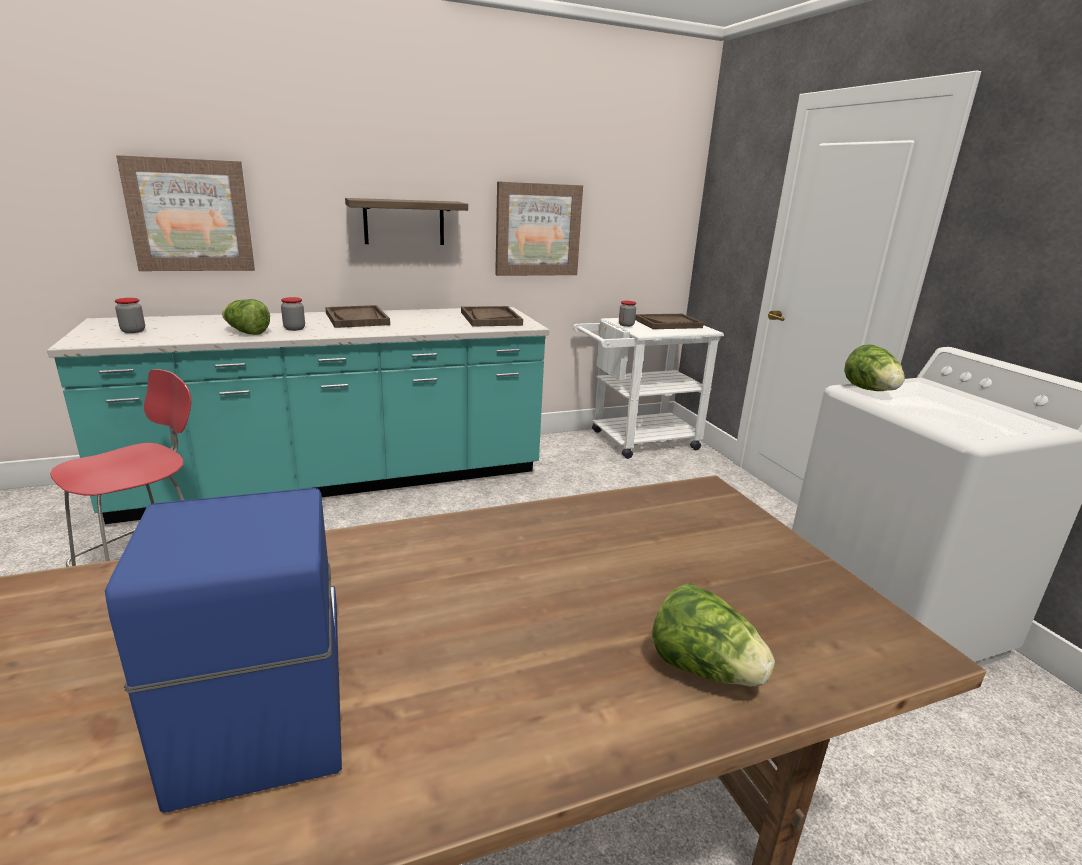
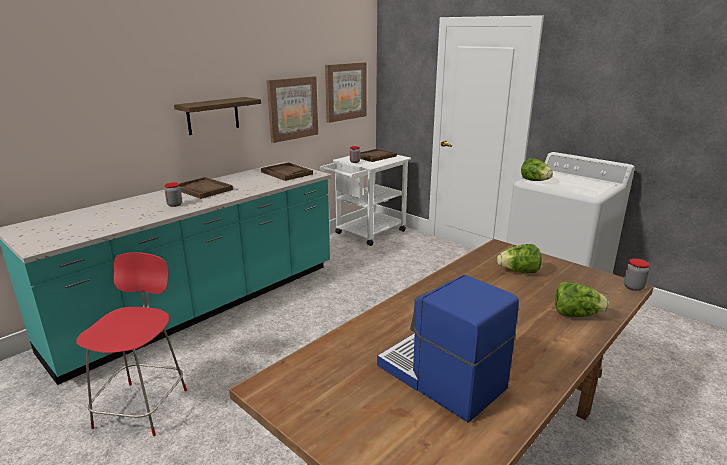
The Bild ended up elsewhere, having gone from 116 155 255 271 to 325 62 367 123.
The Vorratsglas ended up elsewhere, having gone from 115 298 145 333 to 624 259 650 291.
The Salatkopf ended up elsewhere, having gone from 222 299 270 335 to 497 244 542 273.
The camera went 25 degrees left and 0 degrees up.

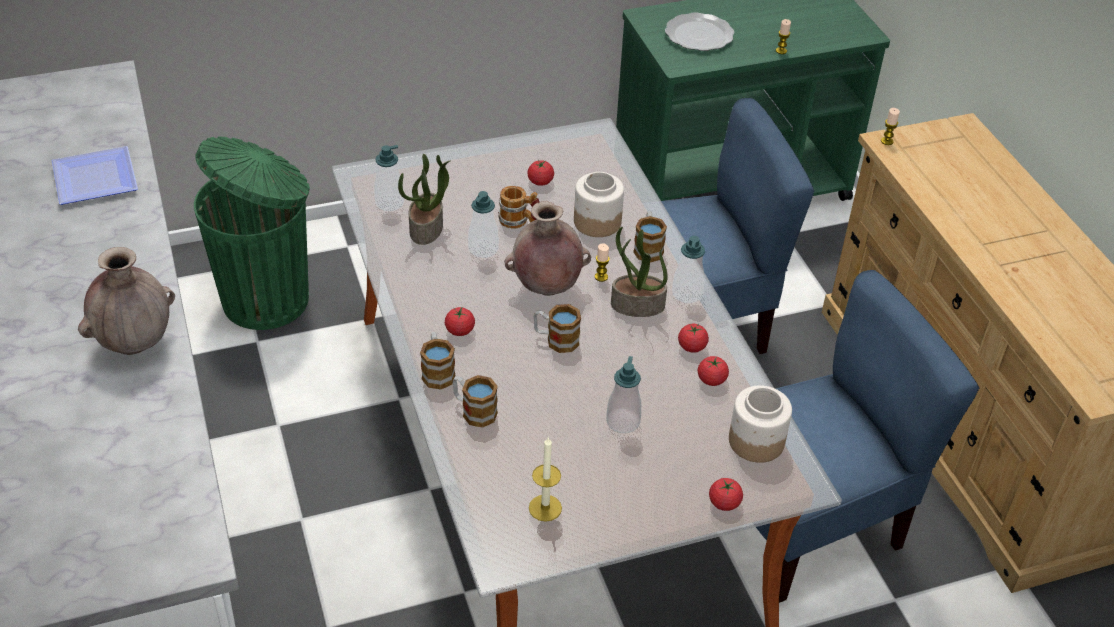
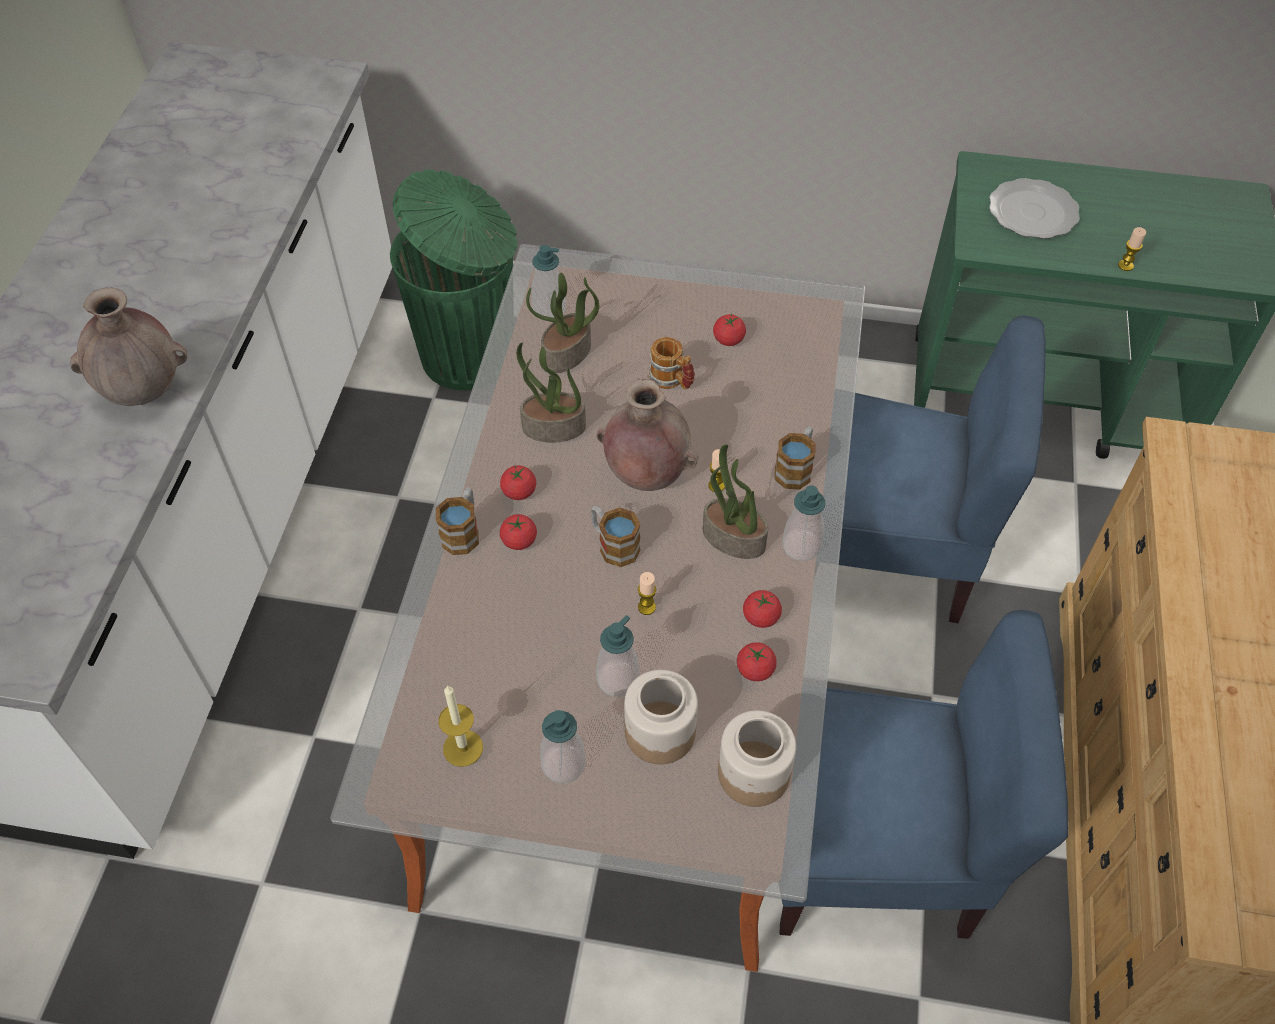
The Kerze ended up elsewhere, having gone from 881 108 900 145 to 638 572 656 615.
The second view lost the Teller at 51 146 138 205.
The Vorratsglas ended up elsewhere, having gone from 574 172 624 237 to 624 670 698 764.
The Seifenspender ended up elsewhere, having gone from 468 191 499 258 to 540 710 585 783.
The second view lost the Henkelbecher at 453 375 498 428.
The Tomate ended up elsewhere, having gone from 709 478 743 511 to 500 514 537 550.
The second view gained the Topfpflanze at 516 343 586 443.
The camera went 30 degrees right and 10 degrees up.

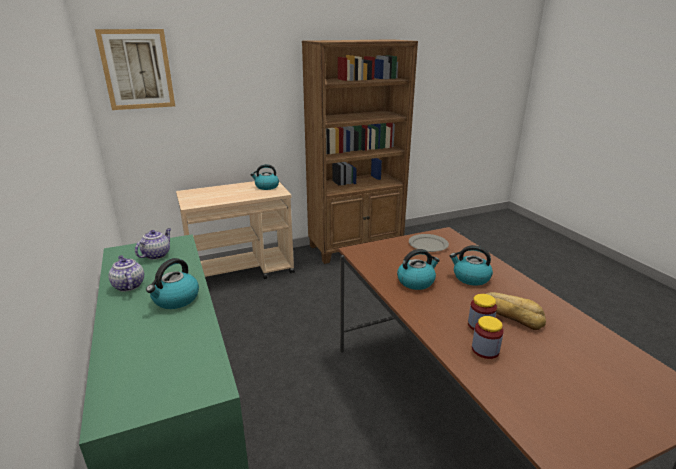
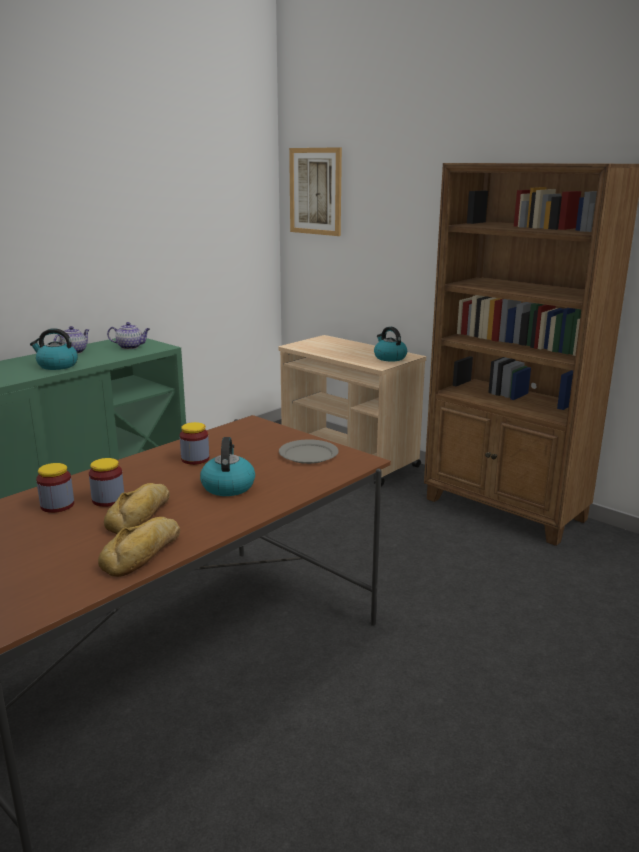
Where the Wasserkessel stood at 397 249 440 290, the Vorratsglas came to stand at 180 422 209 465.
The second view gained the Brot at 98 517 180 577.
The camera went 65 degrees right and 5 degrees down.

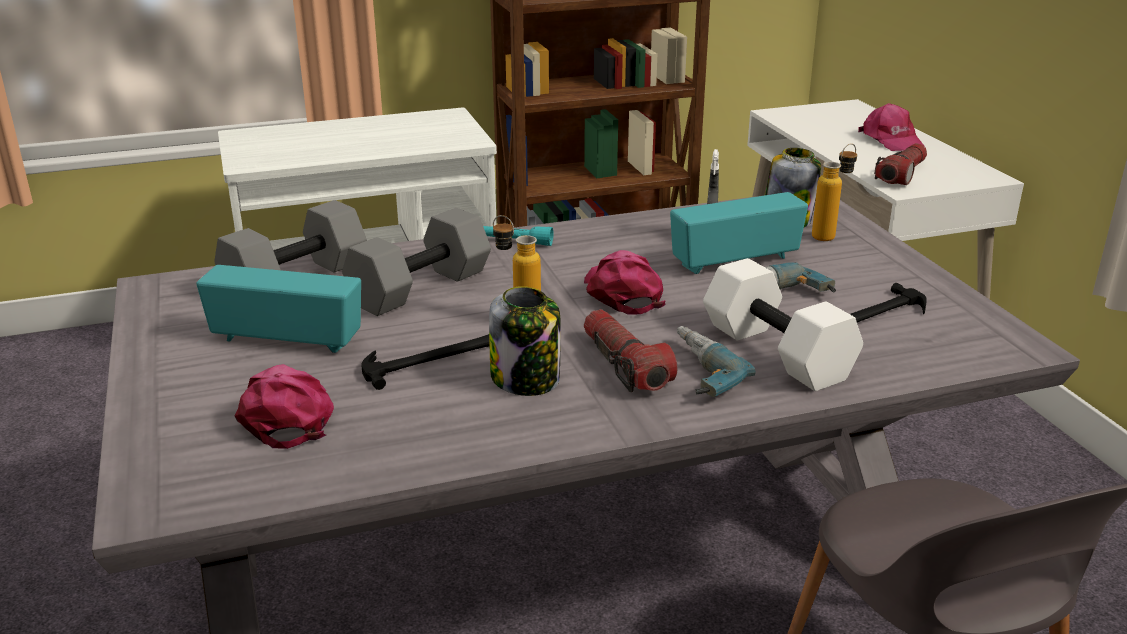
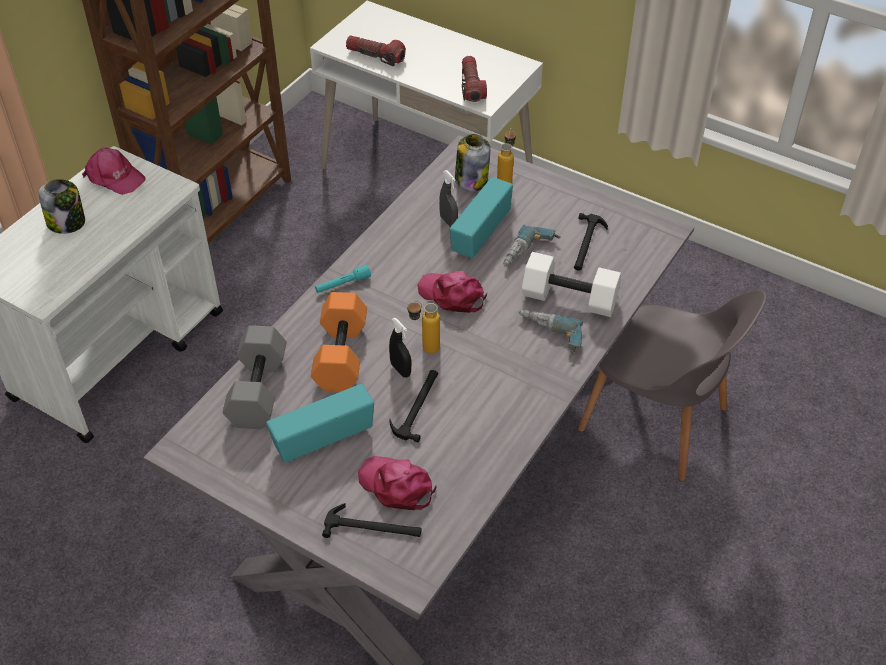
The Kappe/rosa ended up elsewhere, having gone from 858 103 925 151 to 82 148 145 195.
What was the Hantel/grau at 342 208 491 316 turned into the Hantel/orange at 311 292 367 392.
The Vorratsglas ended up elsewhere, having gone from 489 286 561 396 to 39 179 85 234.
The Taschenlampe ended up elsewhere, having gone from 584 309 677 392 to 346 35 406 66.
The second view gained the Sprühflasche/schwarz at 389 318 411 377.
The second view gained the Hammer at 322 503 422 538.
The camera went 40 degrees left and 20 degrees up.

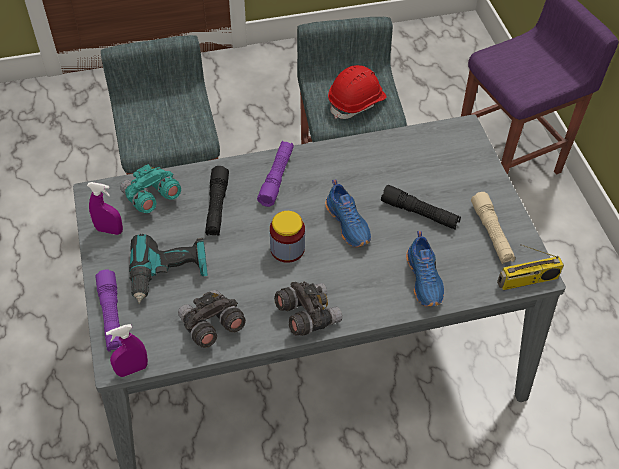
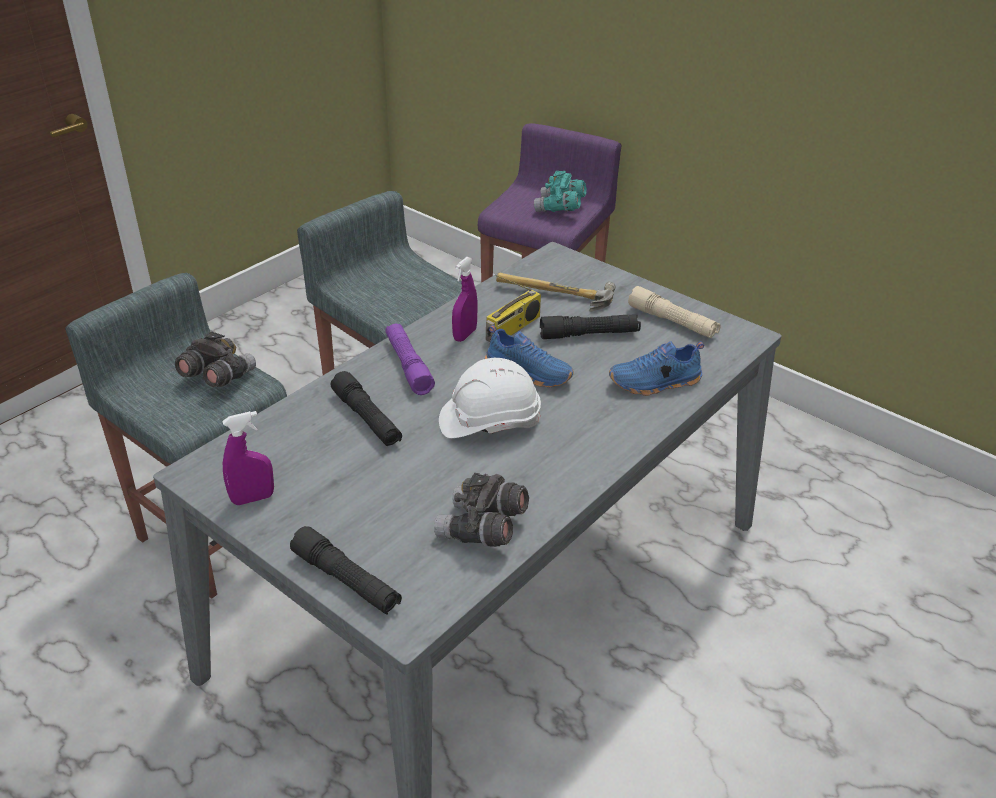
The second view lost the Schutzhelm/rot at 328 65 387 119.
The Fernglas/türkis ended up elsewhere, having gone from 120 164 181 213 to 534 170 587 212.
Where the Vorratsglas stood at 270 211 305 263, the Schutzhelm/weiß came to stand at 439 358 541 438.
The Schuh/blau at 406 231 444 307 ended up facing another way, 120 degrees clockwise from before.
The second view lost the Bohrmaschine at 129 234 208 304.
The Radio ended up elsewhere, having gone from 497 244 564 290 to 486 275 541 342.
What was the Taschenlampe/lila at 95 270 122 352 turned into the Taschenlampe/schwarz at 290 526 402 615.
The Fernglas/grau ended up elsewhere, having gone from 274 282 342 336 to 175 331 256 387.
The Sprühflasche/lila ended up elsewhere, having gone from 106 324 148 377 to 452 257 477 342.
The second view gained the Hammer at 496 272 616 312.
The camera went 35 degrees left and 15 degrees down.

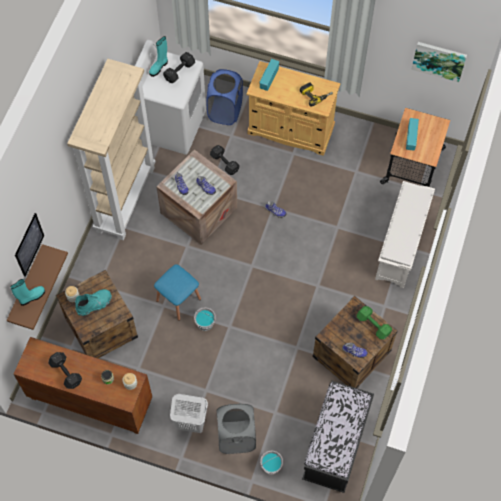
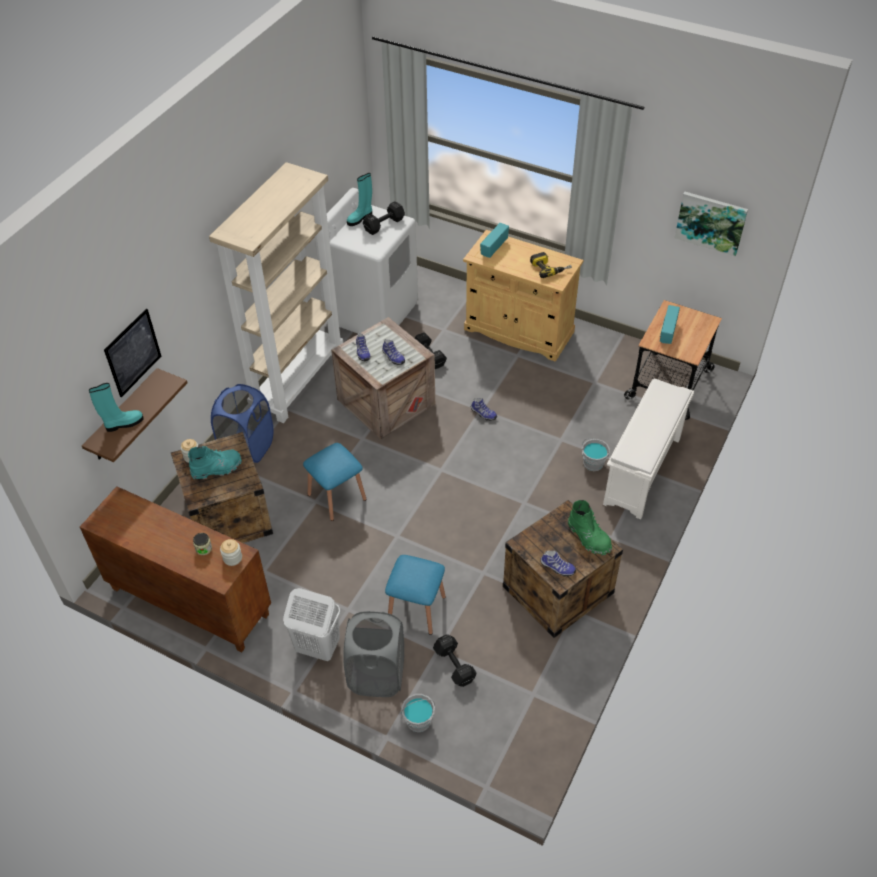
The Wäschekorb/blau ended up elsewhere, having gone from 206 69 243 125 to 211 384 274 463.
Where the Hantel/grün stood at 357 306 392 339, the Stiefel/grün came to stand at 568 500 612 555.
The Eimer/grau ended up elsewhere, having gone from 194 307 215 331 to 582 438 610 471.
The Hantel/schwarz ended up elsewhere, having gone from 48 352 82 389 to 433 634 477 687.
The second view lost the Bank/schwarz at 302 381 374 493.
The second view gained the Hocker/blau at 385 555 446 635.
The camera went 10 degrees right and 15 degrees down.

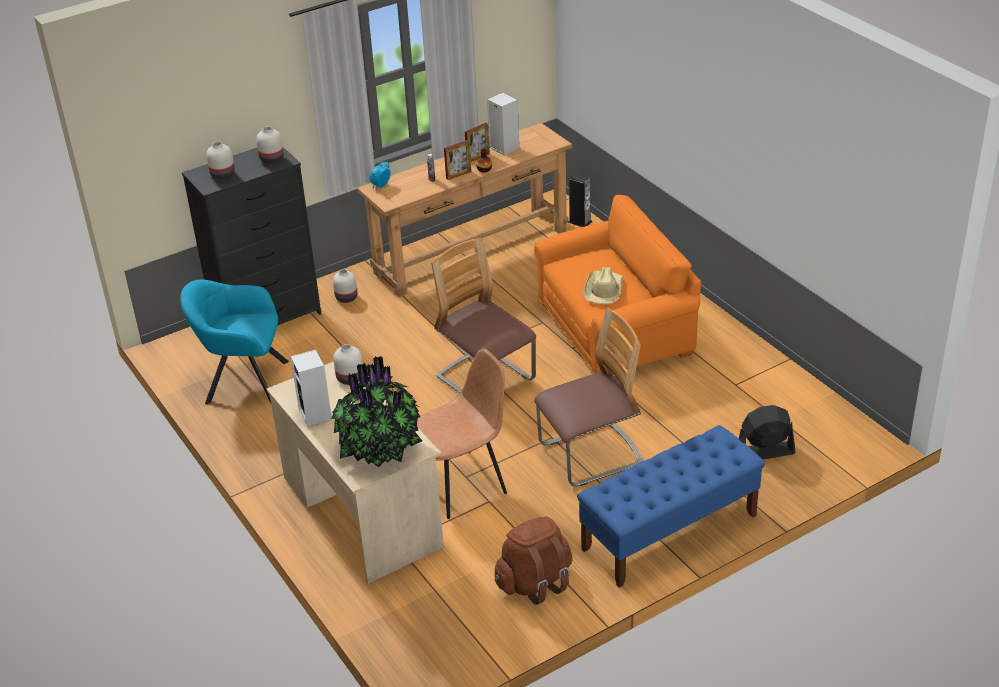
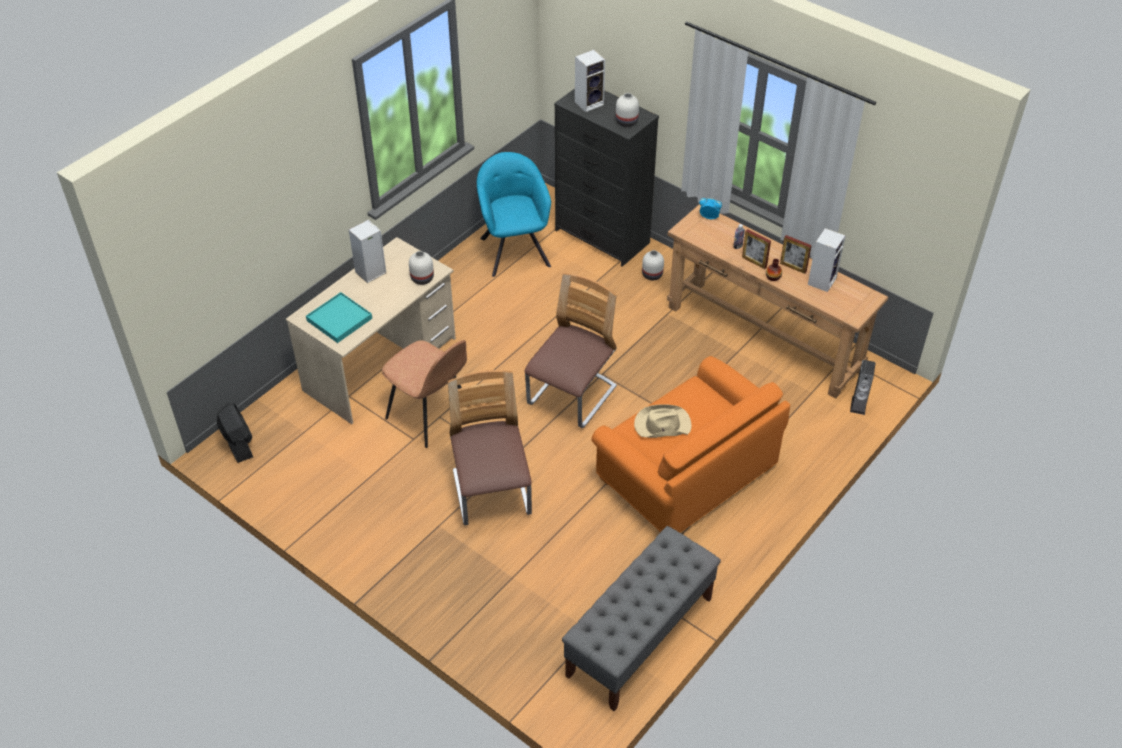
Where the Vase/weiß stood at 206 141 235 180, the Lautsprecher came to stand at 575 50 605 112.
The Stuhl at 534 307 643 487 ended up facing another way, 150 degrees counterclockwise from before.
Where the Topfpflanze stood at 331 356 422 467, the Tablett/türkis came to stand at 306 292 372 343.
The Ventilator/schwarz ended up elsewhere, having gone from 739 405 795 459 to 217 403 253 463.
The second view lost the Bank/blau at 577 425 765 588.
The second view lost the Rucksack/braun at 495 516 573 605.
The second view gained the Bank/grau at 562 526 721 711.
The camera went 70 degrees right and 10 degrees up.

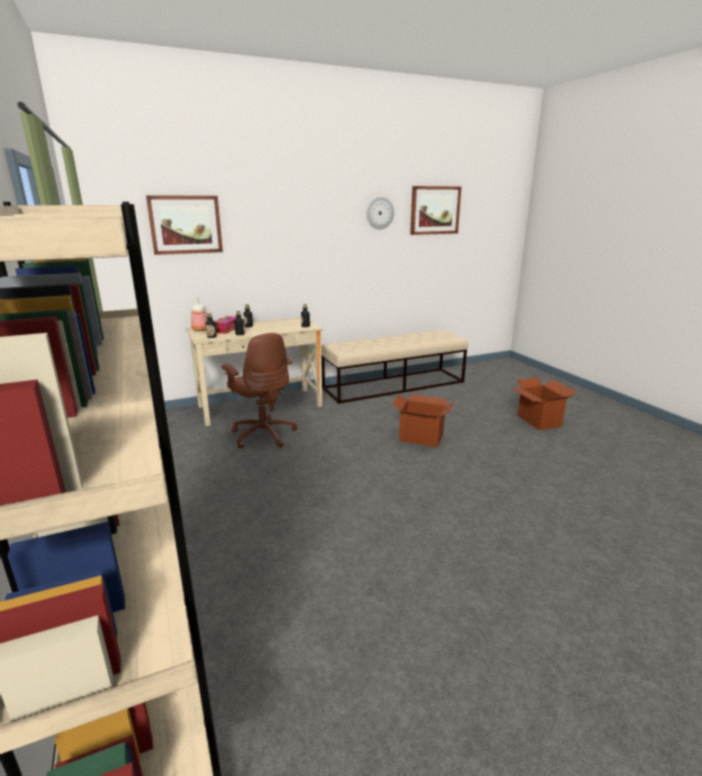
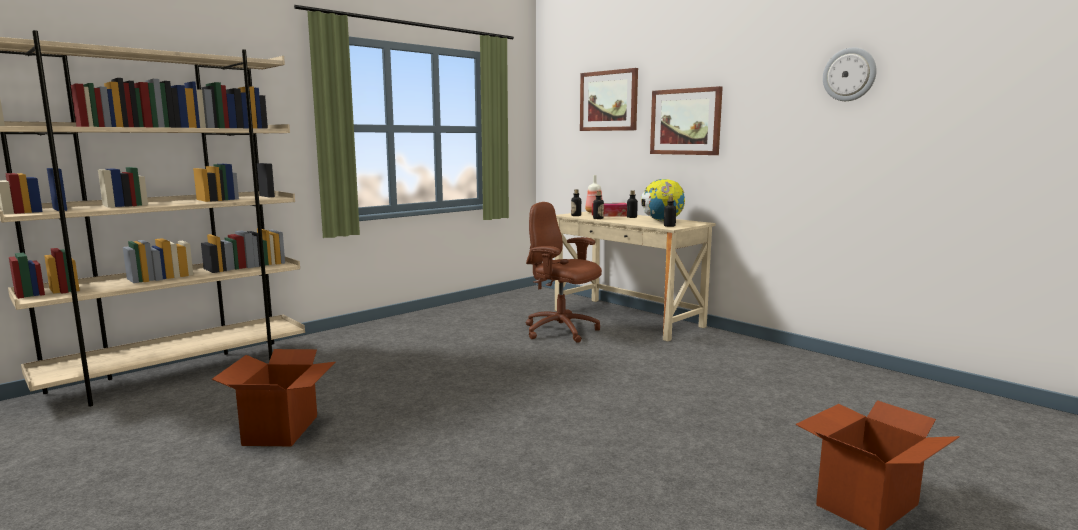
The Bild ended up elsewhere, having gone from 410 186 461 235 to 650 86 723 155.
The second view lost the Bank/beige at 321 330 468 404.
The Bürostuhl/braun at 222 333 297 449 ended up facing another way, 90 degrees clockwise from before.
The Karton ended up elsewhere, having gone from 392 394 454 448 to 212 349 335 446.
The second view gained the Globus at 641 179 685 222.
The camera went 70 degrees right and 10 degrees down.

